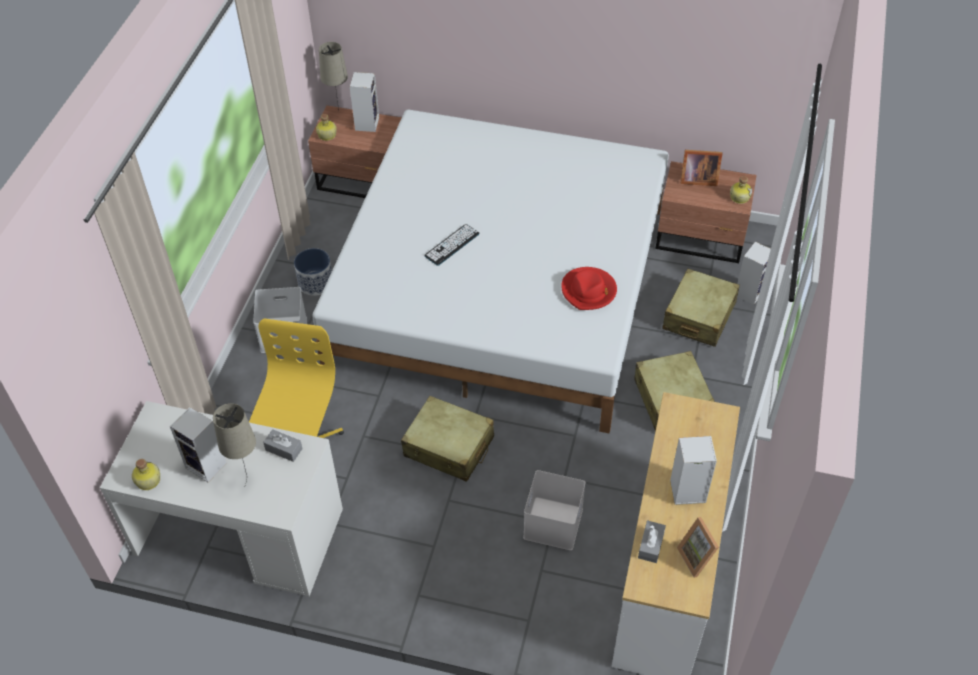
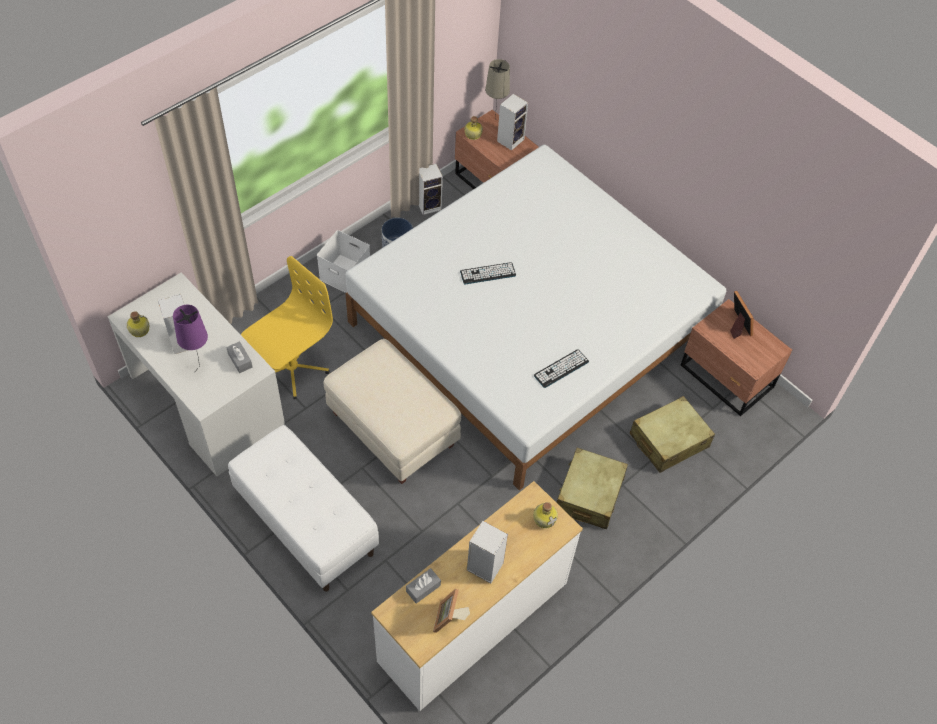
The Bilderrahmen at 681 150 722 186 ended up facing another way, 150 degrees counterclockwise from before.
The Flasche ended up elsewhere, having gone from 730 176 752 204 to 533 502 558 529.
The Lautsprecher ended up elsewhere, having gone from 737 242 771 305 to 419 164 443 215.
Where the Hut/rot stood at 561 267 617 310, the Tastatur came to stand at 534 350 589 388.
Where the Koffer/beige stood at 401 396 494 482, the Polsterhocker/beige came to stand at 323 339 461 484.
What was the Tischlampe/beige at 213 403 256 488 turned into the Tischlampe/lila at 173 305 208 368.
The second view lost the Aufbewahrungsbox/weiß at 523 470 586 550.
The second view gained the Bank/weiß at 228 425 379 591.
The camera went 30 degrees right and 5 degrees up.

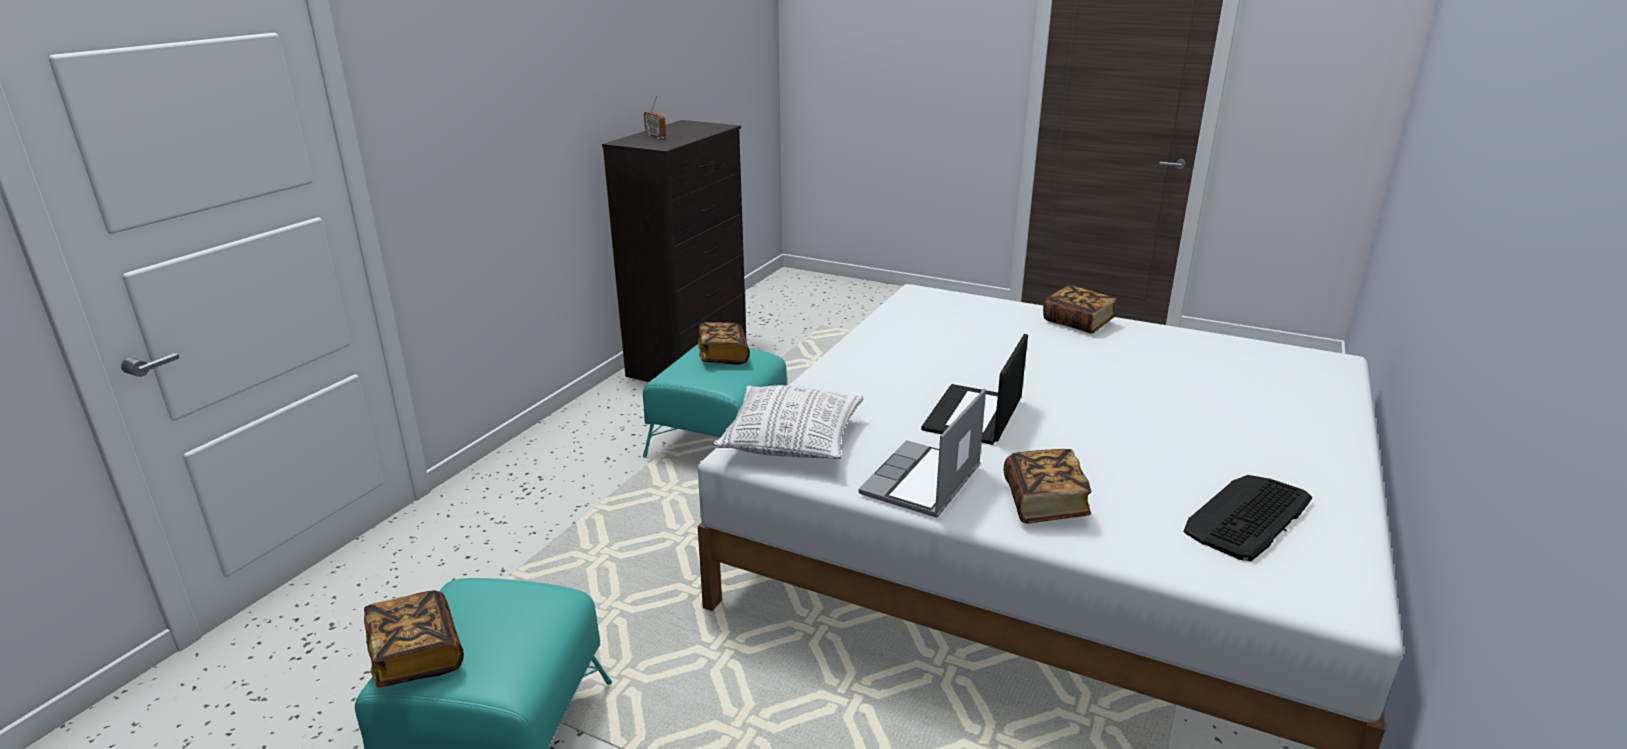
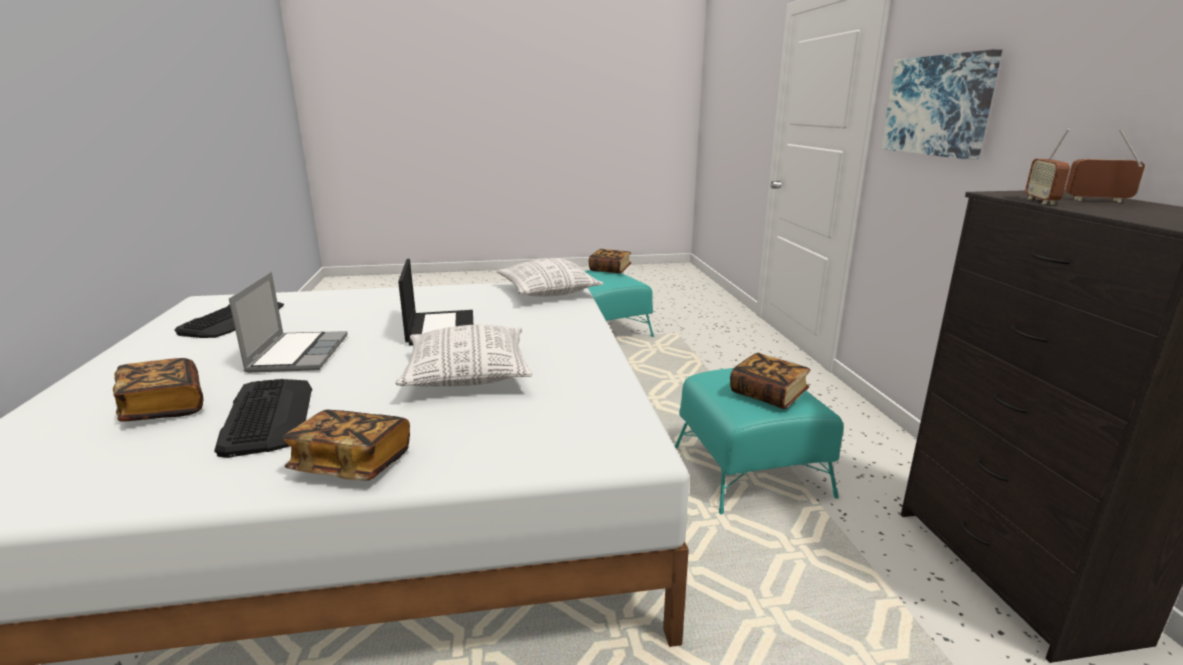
The Laptop ended up elsewhere, having gone from 858 388 986 518 to 229 272 348 373.
The Buch ended up elsewhere, having gone from 1004 449 1092 524 to 113 358 203 422.
The second view gained the Bild at 881 49 1002 160.
The second view gained the Radio at 1025 129 1070 205.
The second view gained the Kissen at 396 325 533 387.
The second view gained the Tastatur at 214 379 312 458.
The camera went 145 degrees right and 5 degrees down.

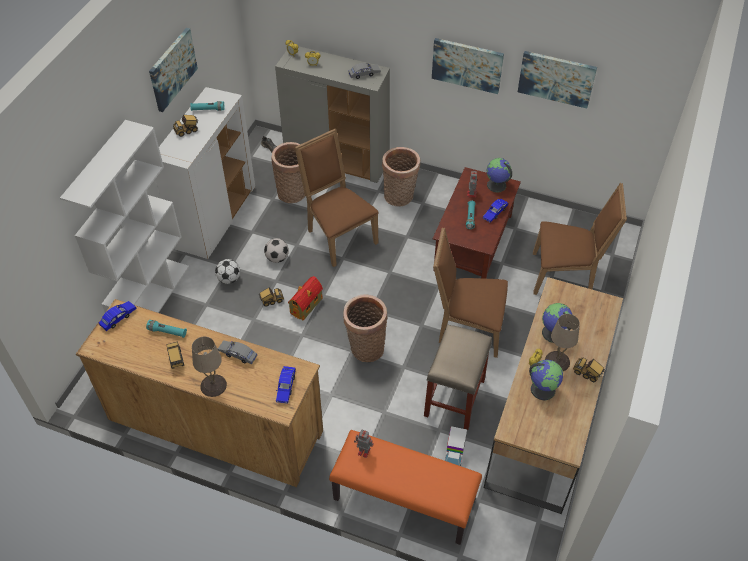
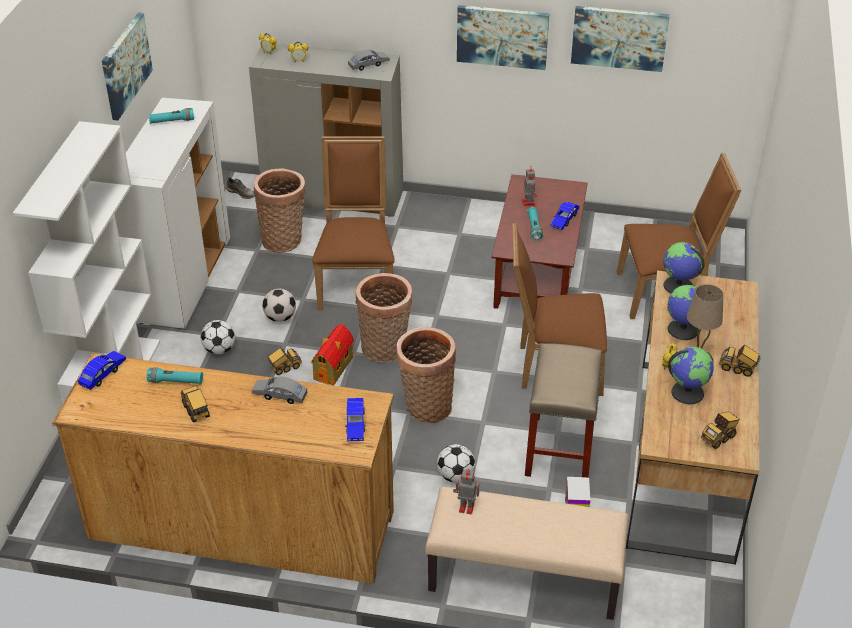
The Spielzeuglaster ended up elsewhere, having gone from 173 115 199 137 to 701 411 740 449.
The Stuhl/braun at 295 129 378 267 ended up facing another way, 45 degrees clockwise from before.
The Korb ended up elsewhere, having gone from 382 147 420 206 to 355 273 412 363.
The Globus ended up elsewhere, having gone from 487 158 512 193 to 663 242 705 293.
The second view lost the Tischlampe/beige at 192 337 227 397.
What was the Bank/orange at 329 430 482 545 turned into the Bank/beige at 425 487 629 620.
The second view gained the Fußball at 437 444 475 483.
The camera went 10 degrees left and 10 degrees down.

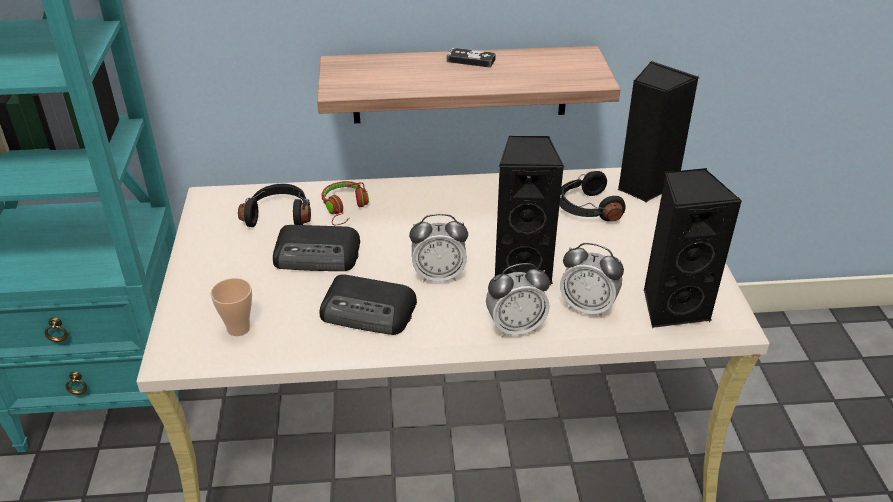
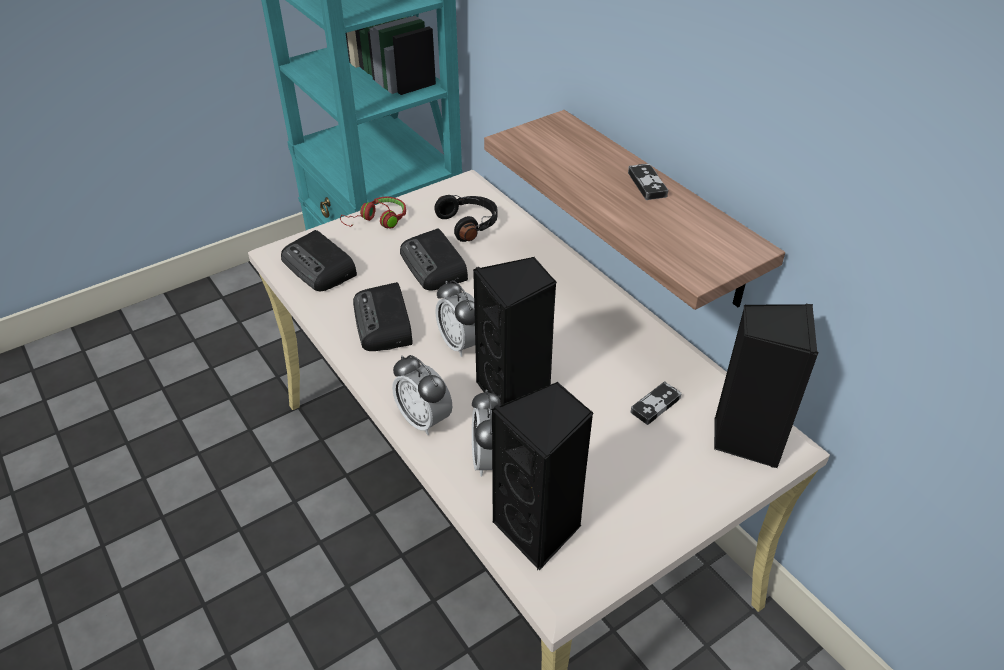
Where the Kopfhörer/schwarz stood at 559 171 626 221, the Gamepad came to stand at 630 381 682 425.
The Kopfhörer/rot ended up elsewhere, having gone from 322 181 369 225 to 340 197 406 229.
Where the Tasse stood at 210 278 252 336, the Radio came to stand at 281 230 357 291.
The camera went 60 degrees right and 5 degrees up.

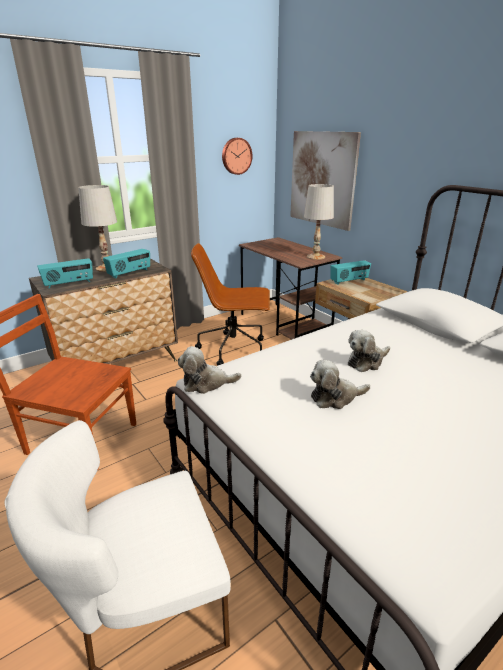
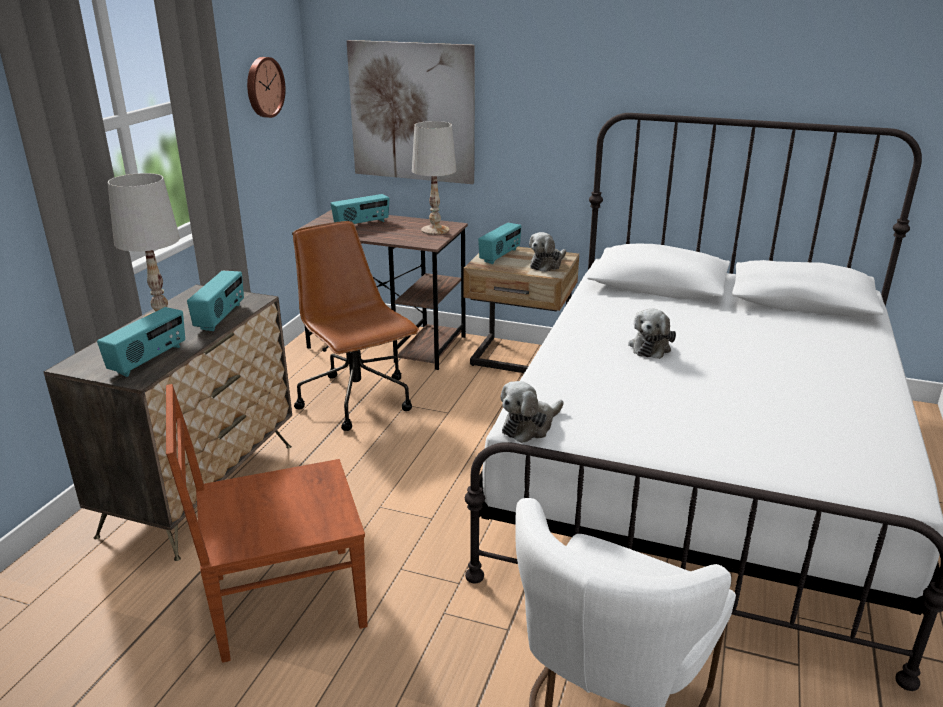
The Bürostuhl/braun at 191 243 270 366 ended up facing another way, 90 degrees clockwise from before.
The Plüschtier ended up elsewhere, having gone from 310 360 370 409 to 529 232 566 272.
The second view gained the Radio at 330 194 390 224.
The camera went 35 degrees left and 0 degrees up.

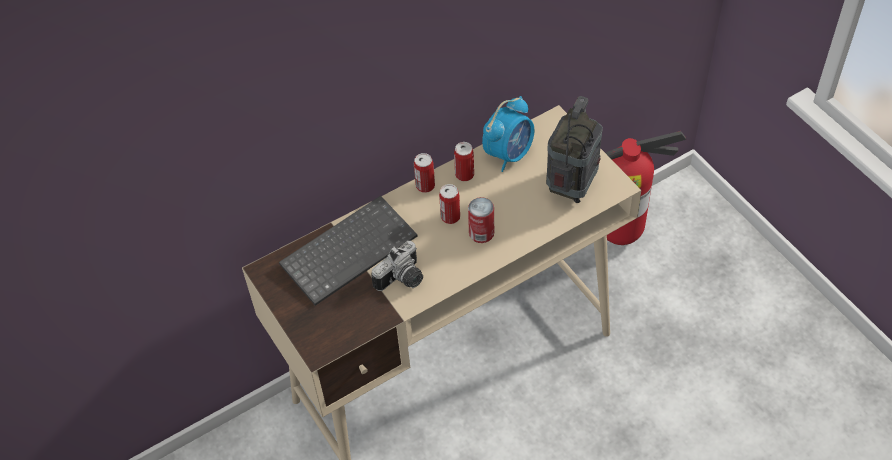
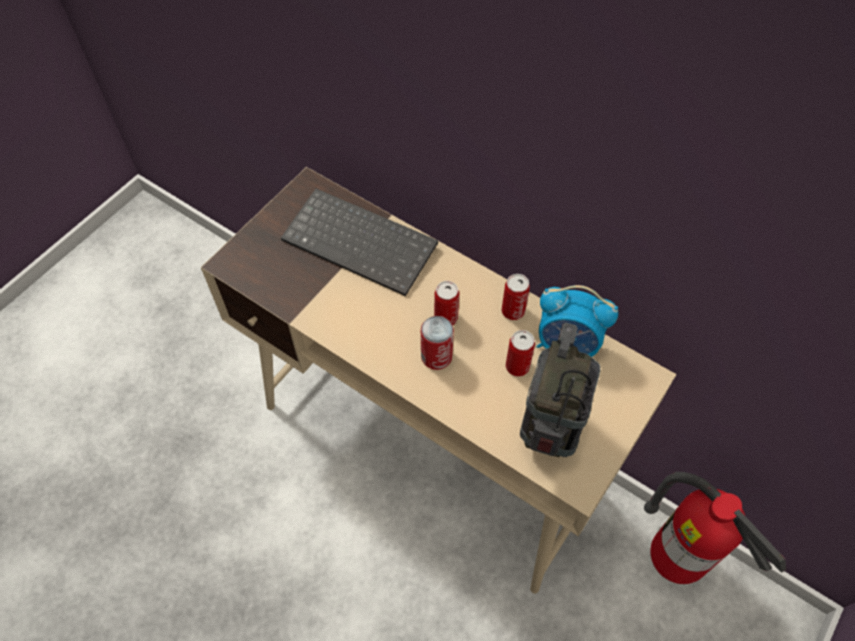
The Radio at 546 96 603 203 ended up facing another way, 75 degrees counterclockwise from before.
The Dose ended up elsewhere, having gone from 414 153 435 193 to 506 330 535 377.
The second view lost the Kamera at 371 241 423 291.
The camera went 65 degrees right and 5 degrees up.

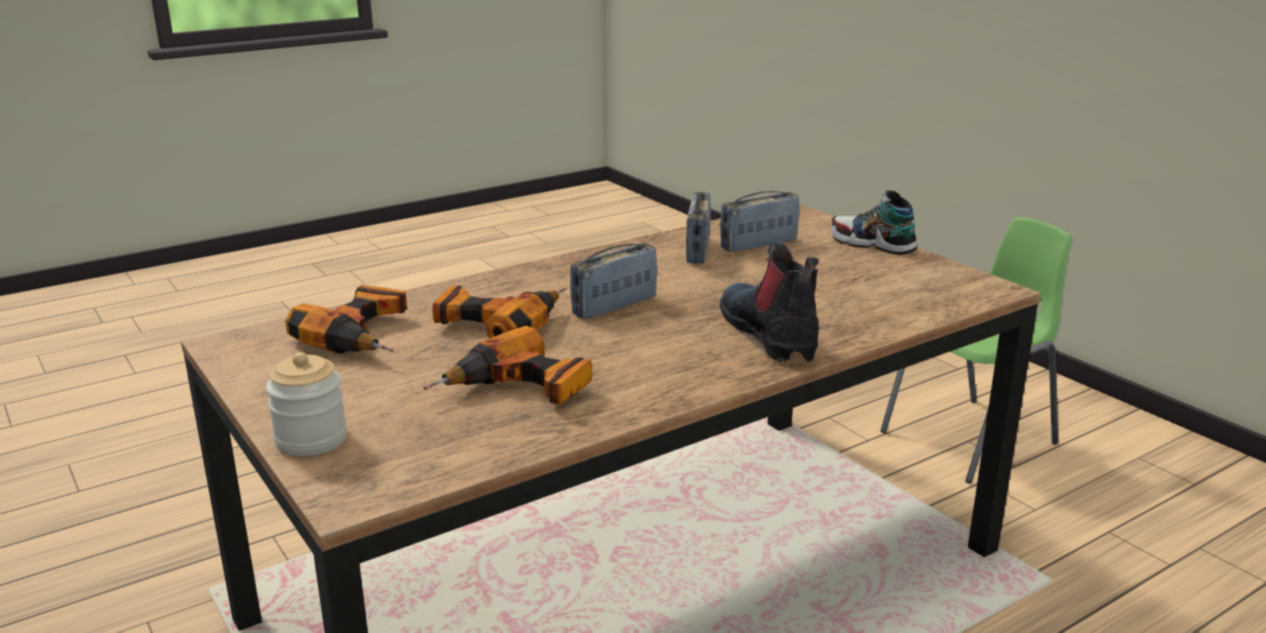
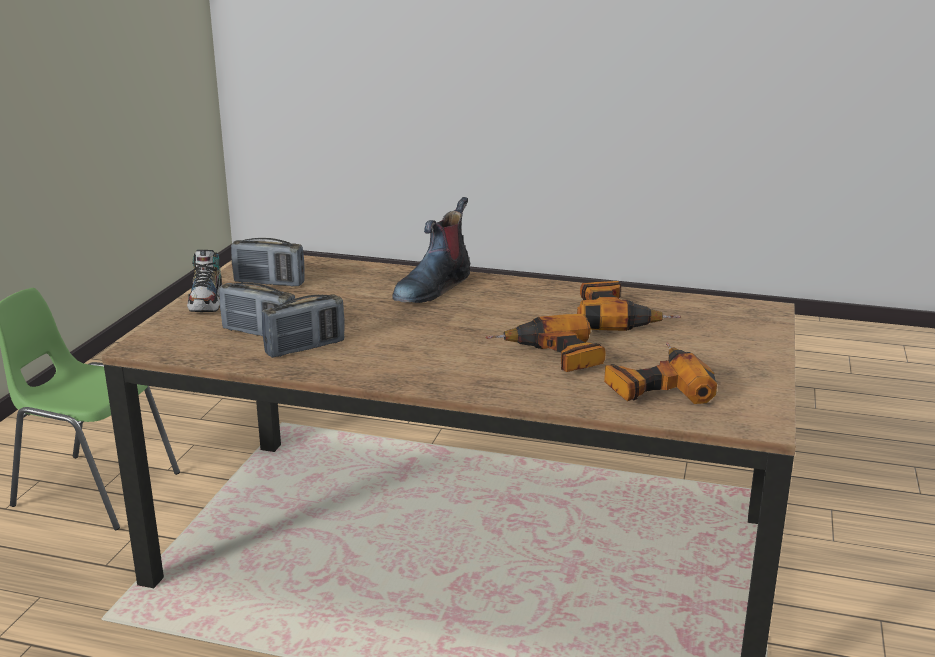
The Radio ended up elsewhere, having gone from 570 243 658 319 to 231 238 305 287.
The second view lost the Vorratsglas at 266 352 347 456.
The camera went 130 degrees left and 0 degrees up.

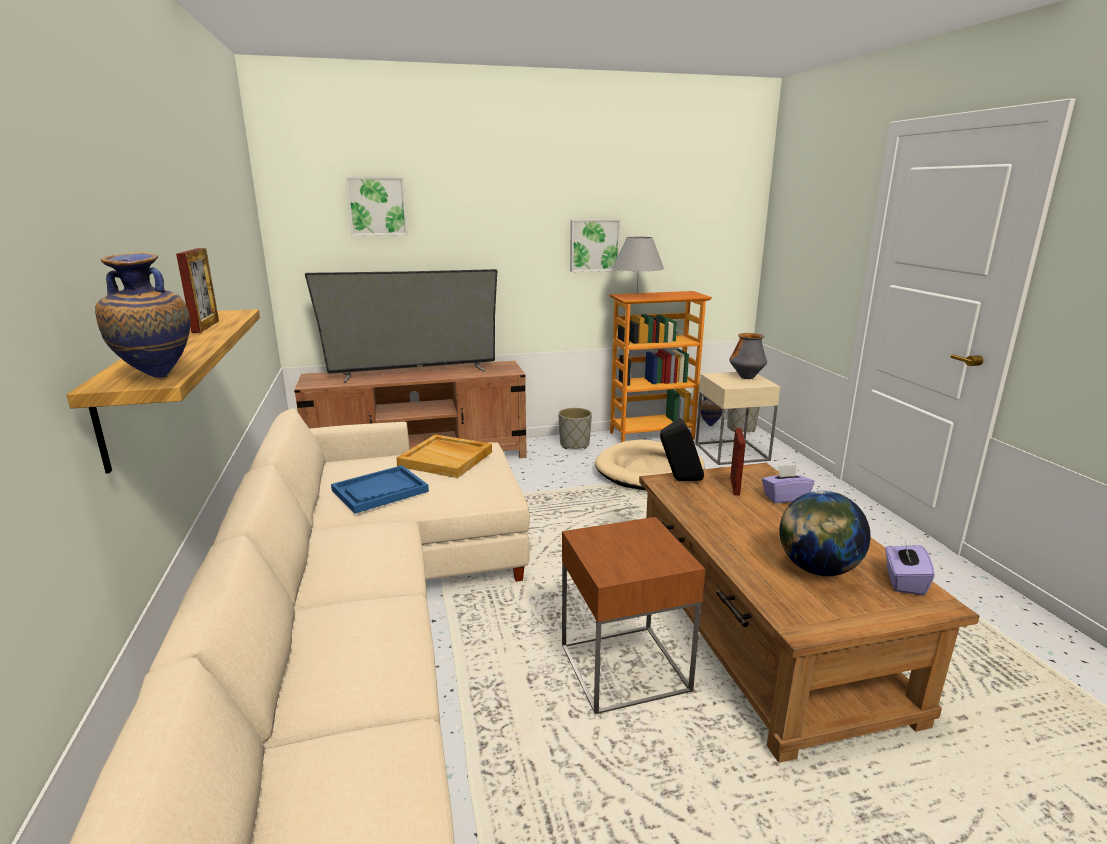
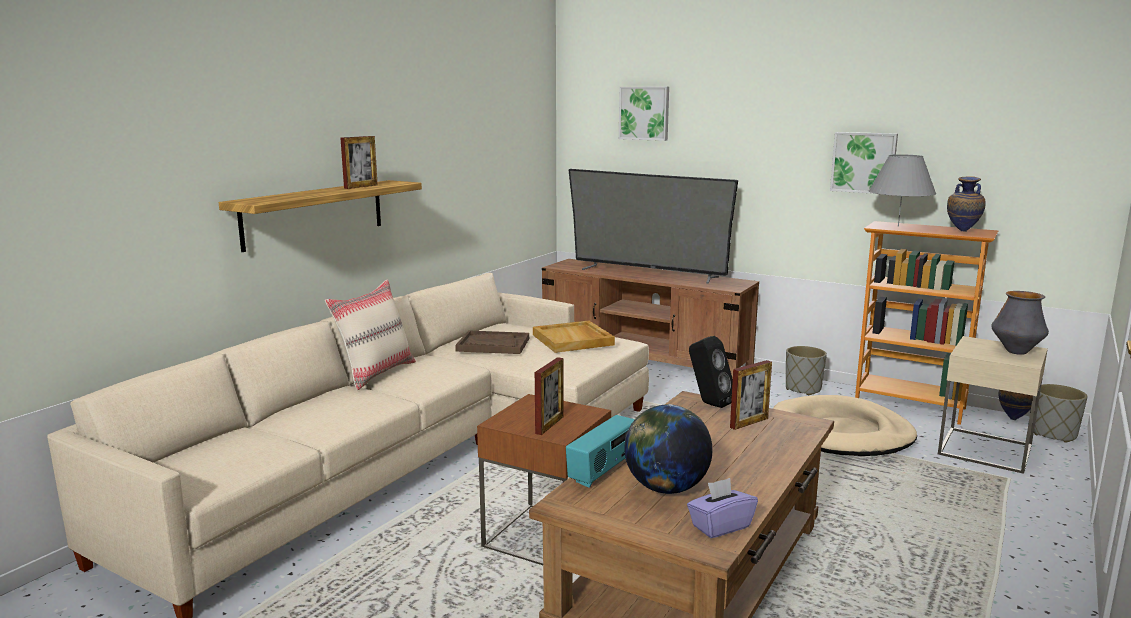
The Vase ended up elsewhere, having gone from 95 252 190 378 to 947 176 985 232.
What was the Tablett/blau at 331 465 429 514 turned into the Tablett/braun at 455 330 529 354.
The second view lost the Taschentuchbox/lila at 762 465 814 503.
The second view gained the Kissen/beige at 325 279 416 390.
The second view gained the Bilderrahmen at 535 357 563 435.
The second view gained the Radio at 566 415 635 488.
The camera went 45 degrees right and 5 degrees down.

